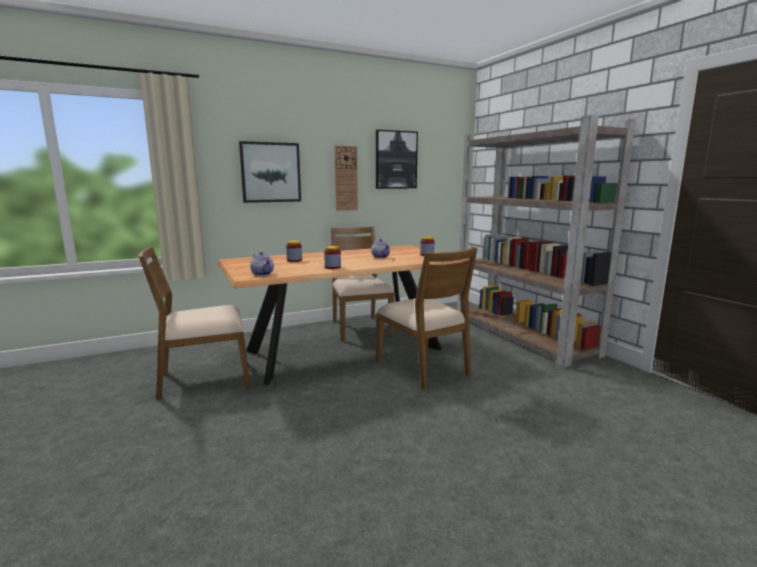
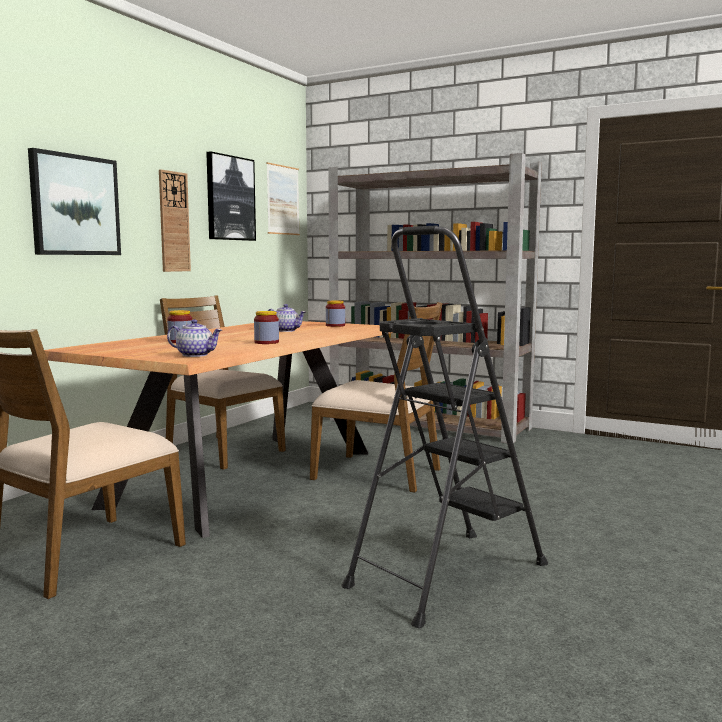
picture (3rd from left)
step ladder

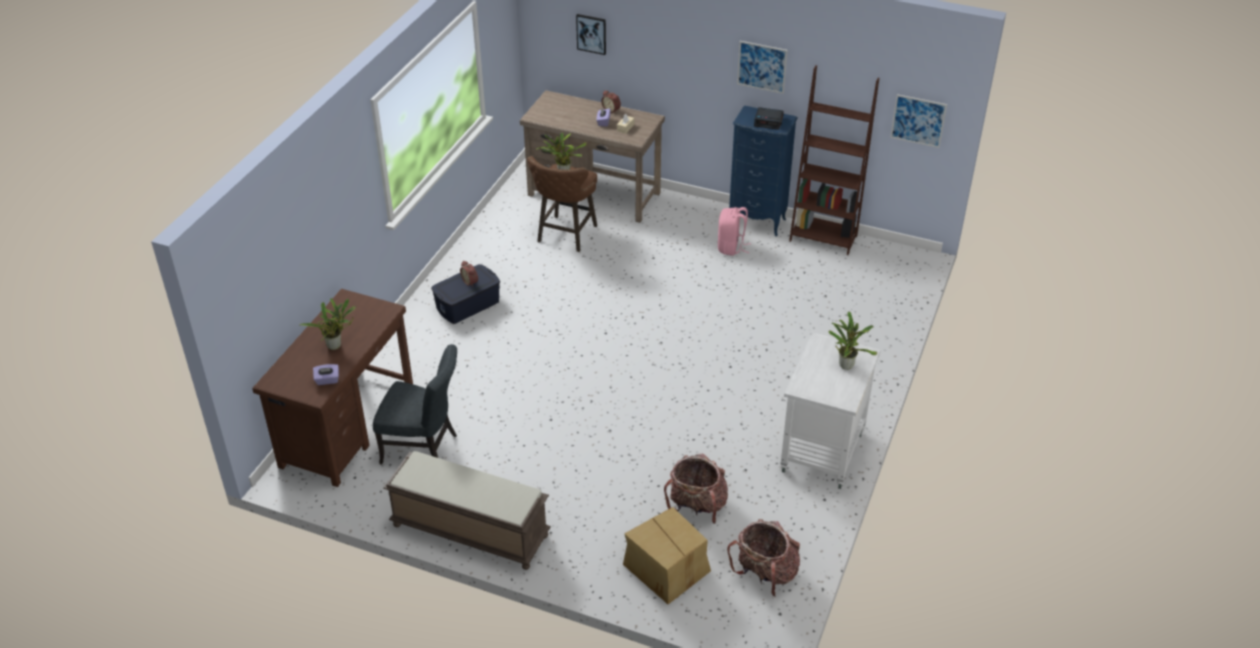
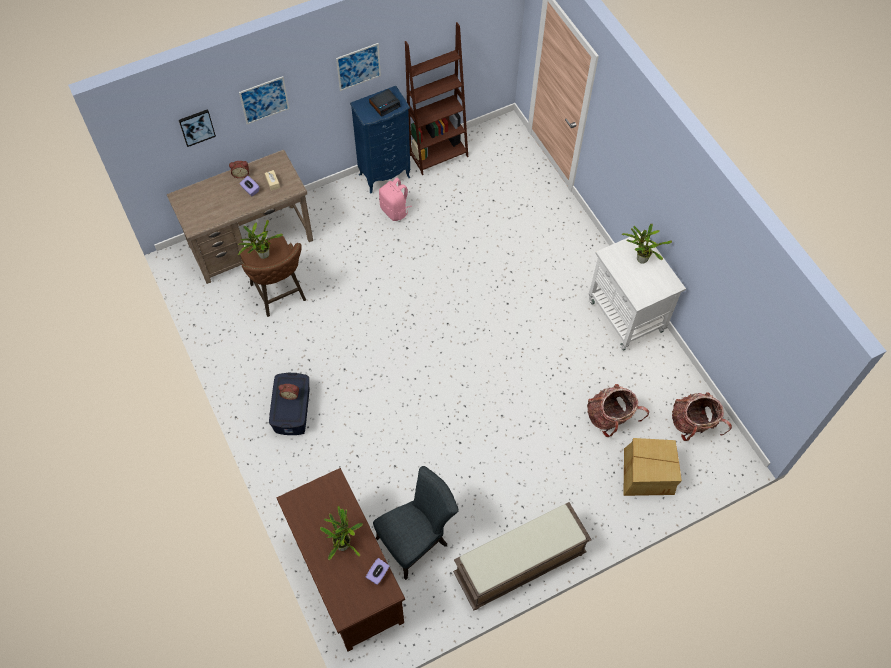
picture (2nd from left)

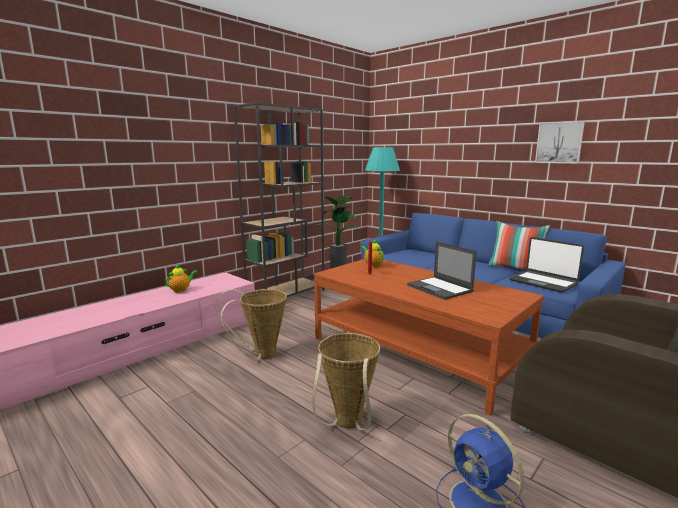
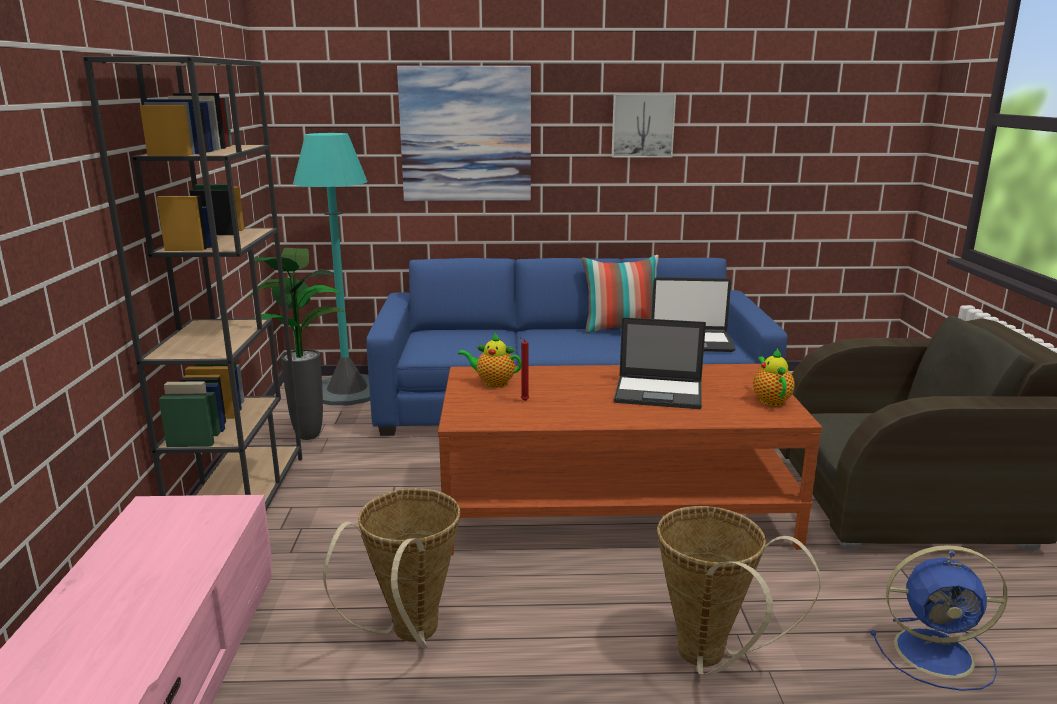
teapot (2nd from left)
picture (1st from left)

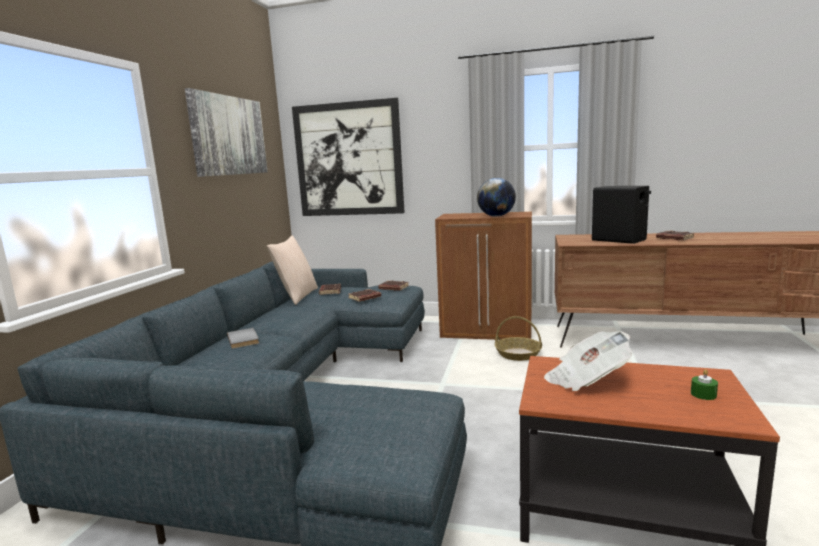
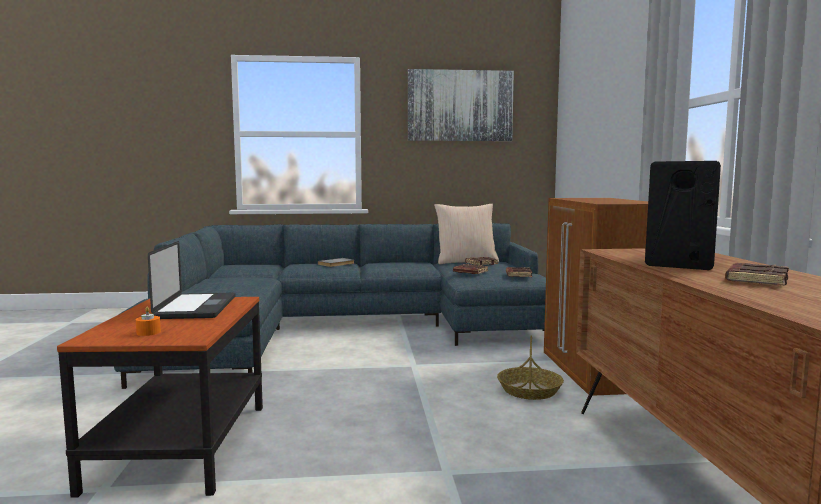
picture (2nd from left in the first image)
globe
laptop
orange candle

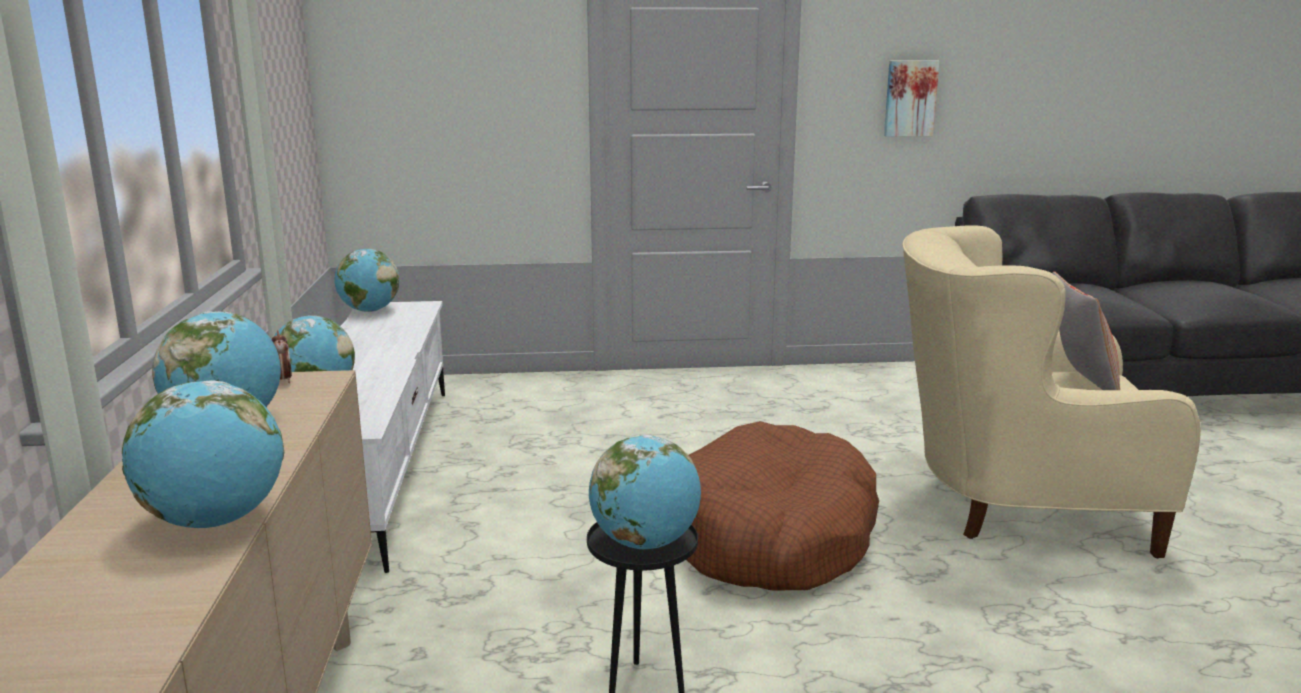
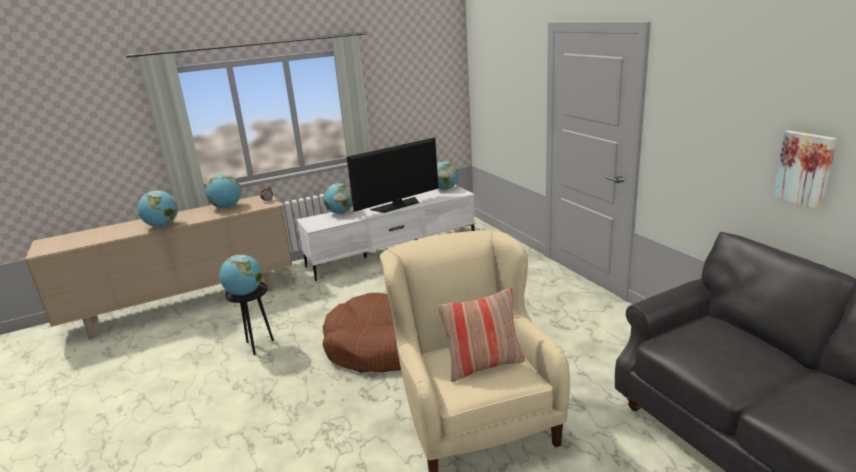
picture
television

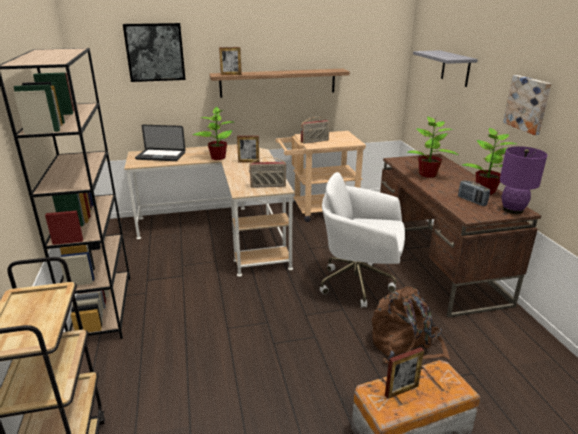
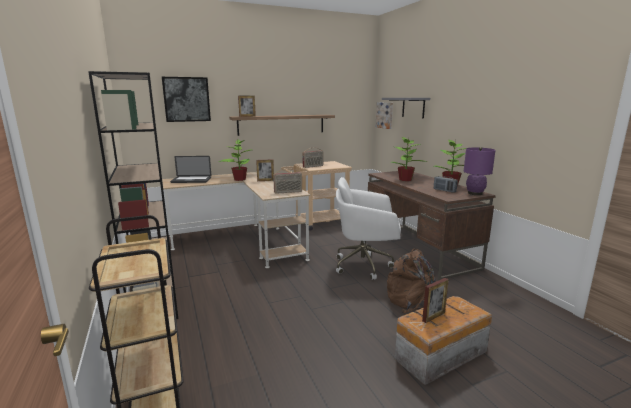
picture (2nd from left)

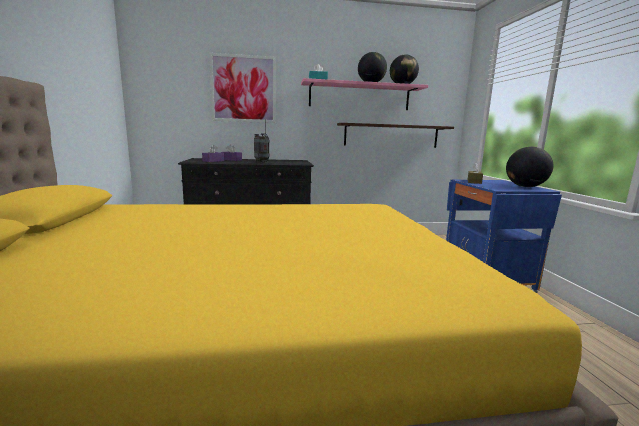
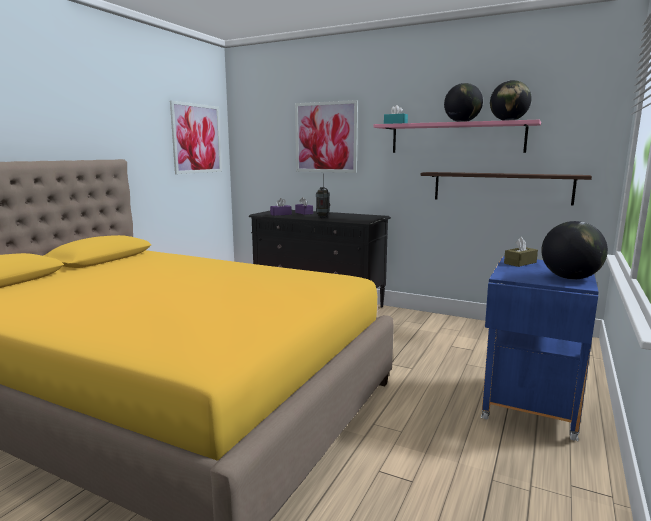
picture (1st from left)

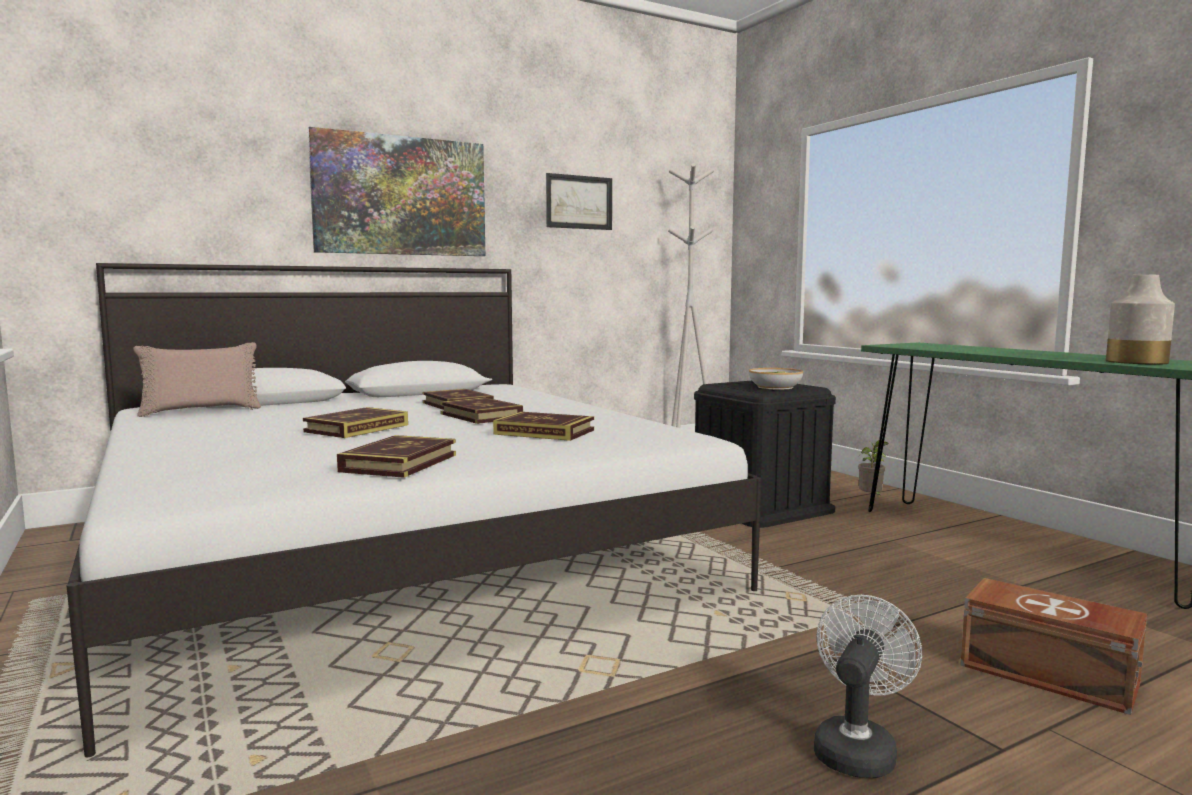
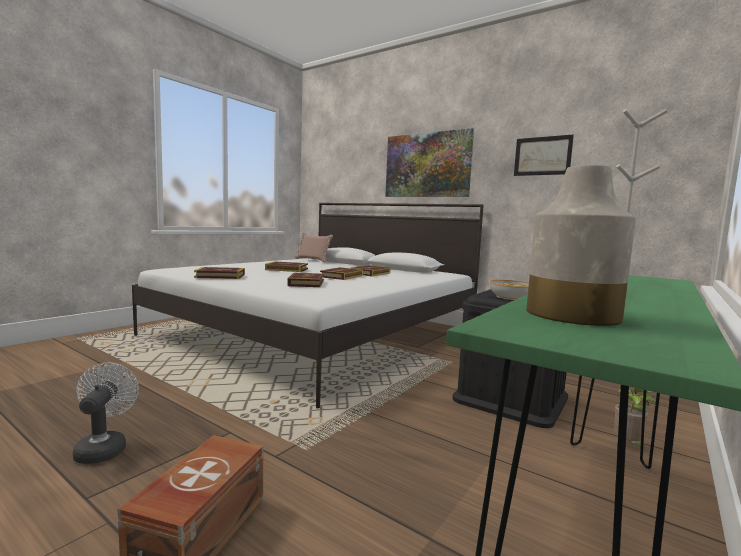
white fan

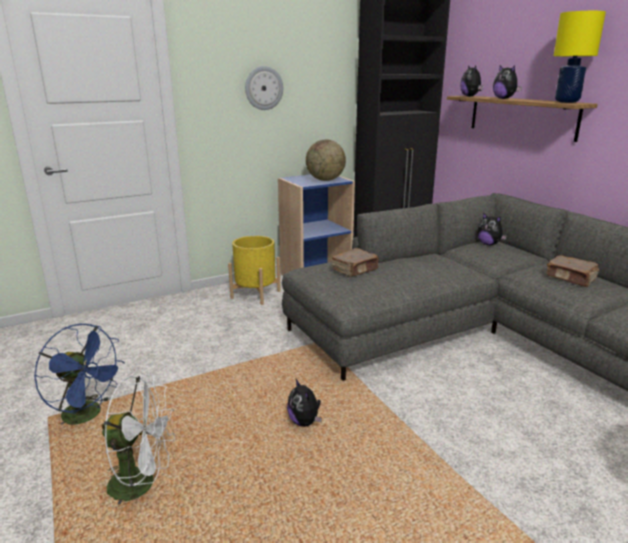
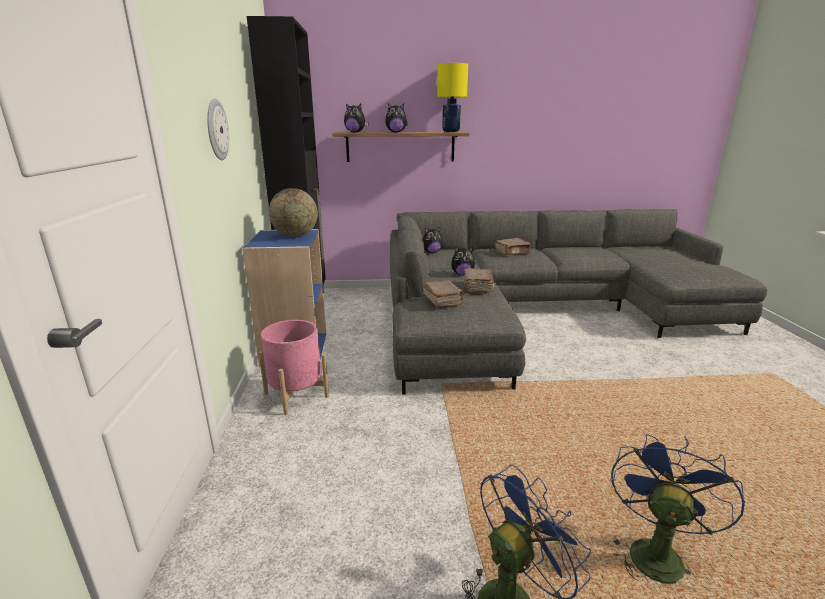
blue fan (2nd from left)
pink planter
plush toy (4th from left)
brown book (2nd from left)

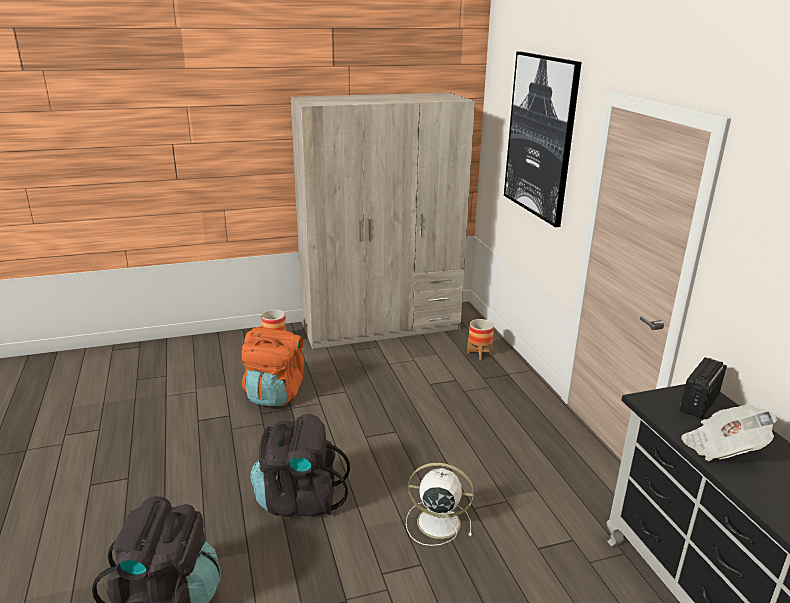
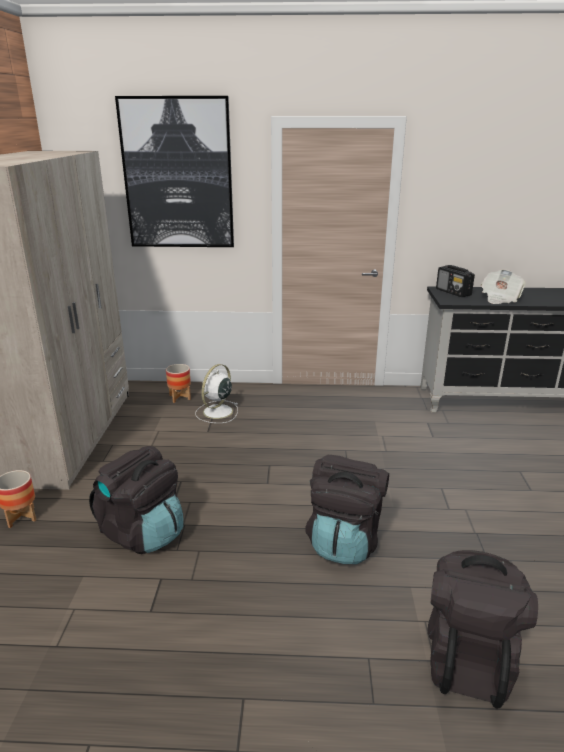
black backpack (1st from left)
white fan

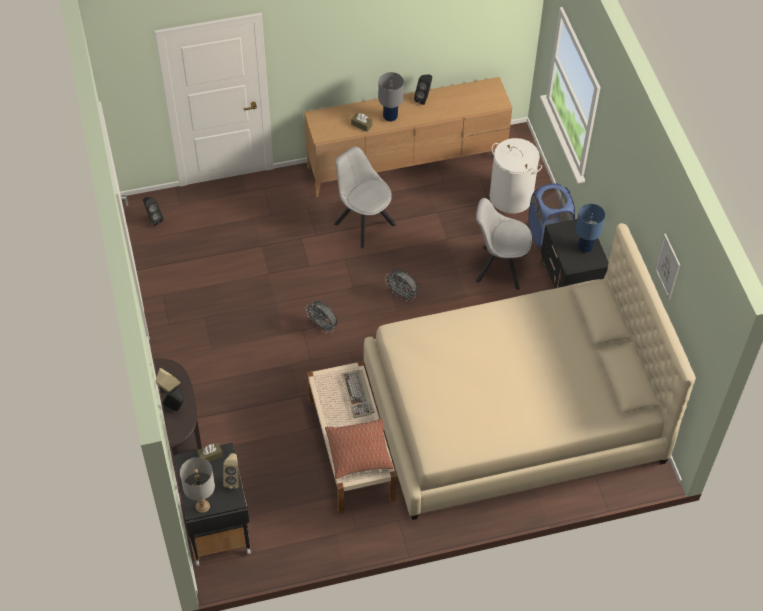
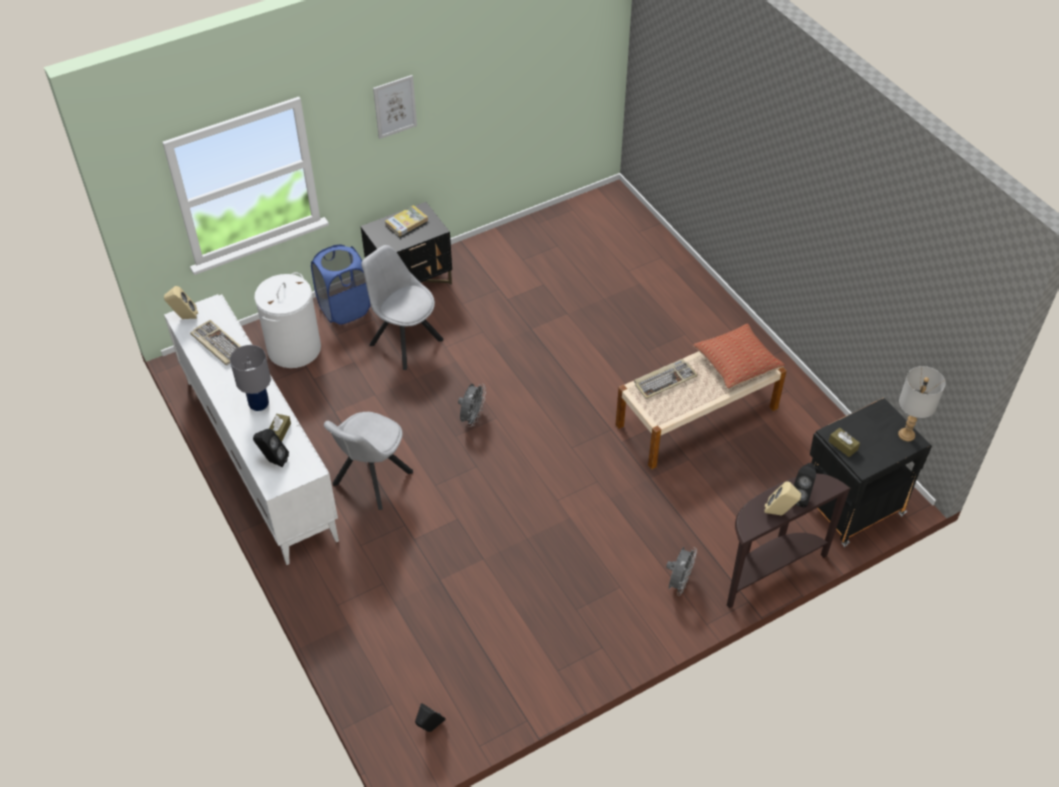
beige speaker (1st from left)
white cabinet
grey fan (2nd from left)
beige bed
black speaker (1st from left)
grey chair (2nd from left)
book
picture
keyboard (1st from left)

